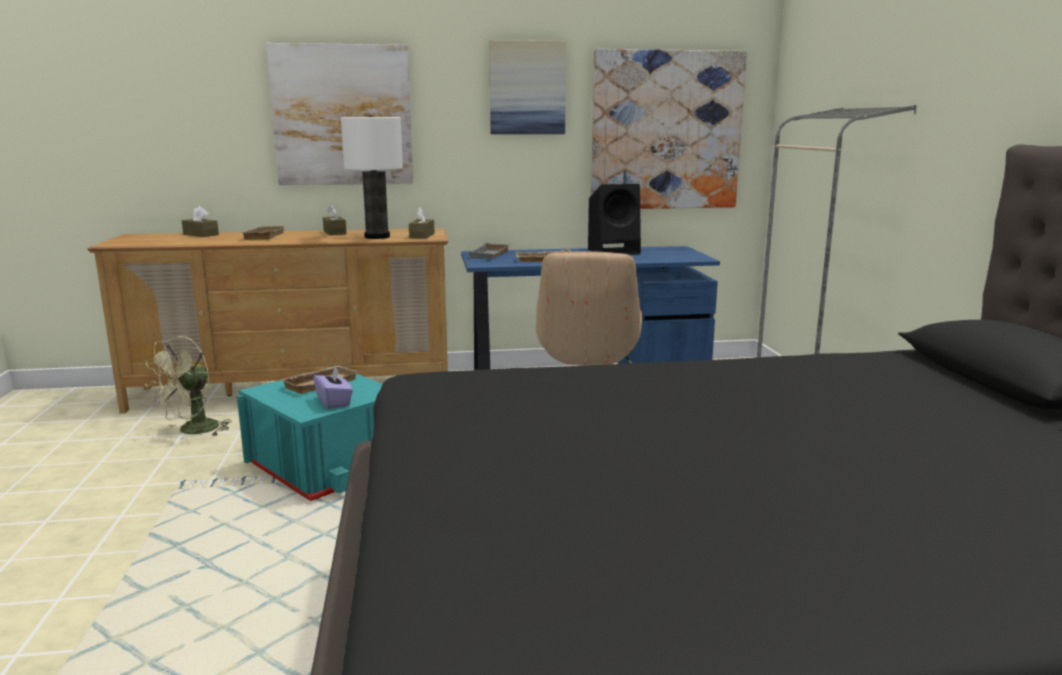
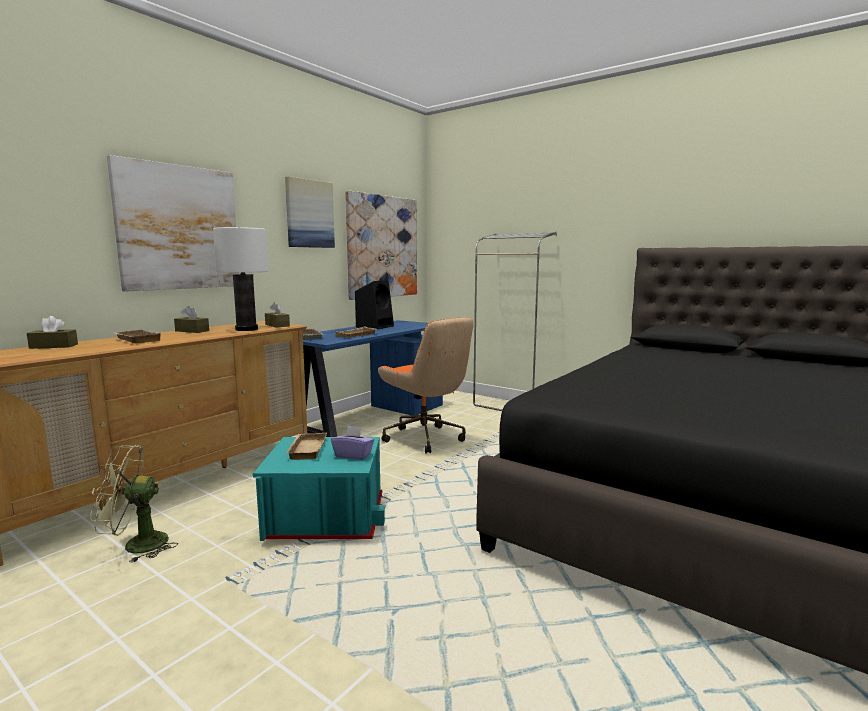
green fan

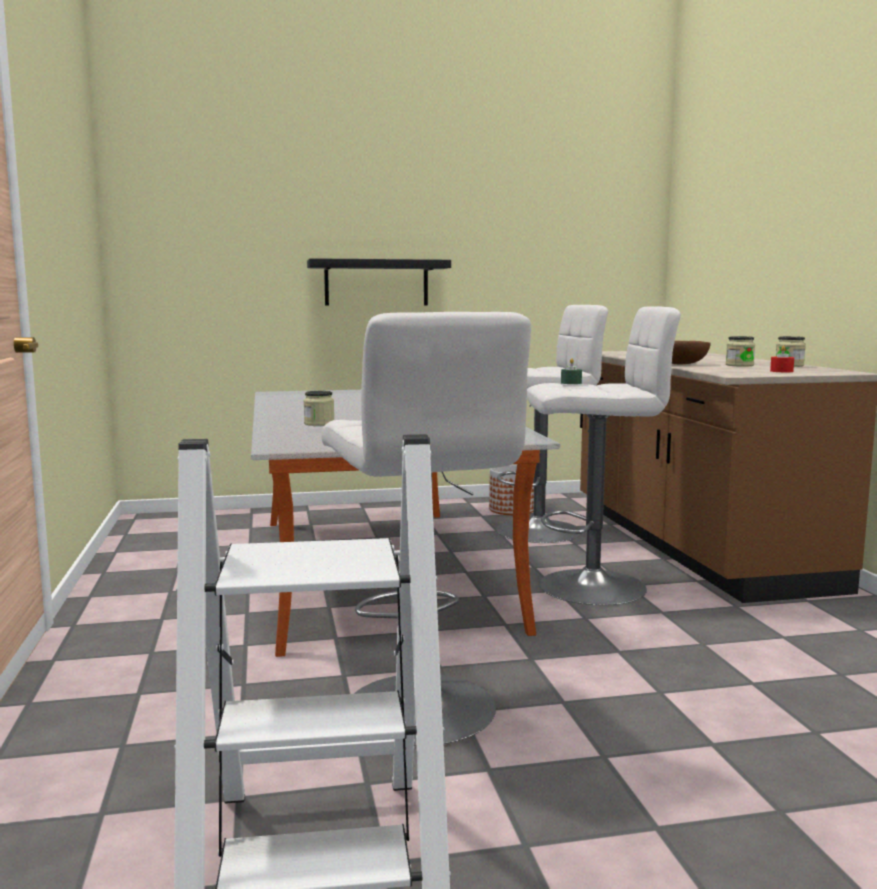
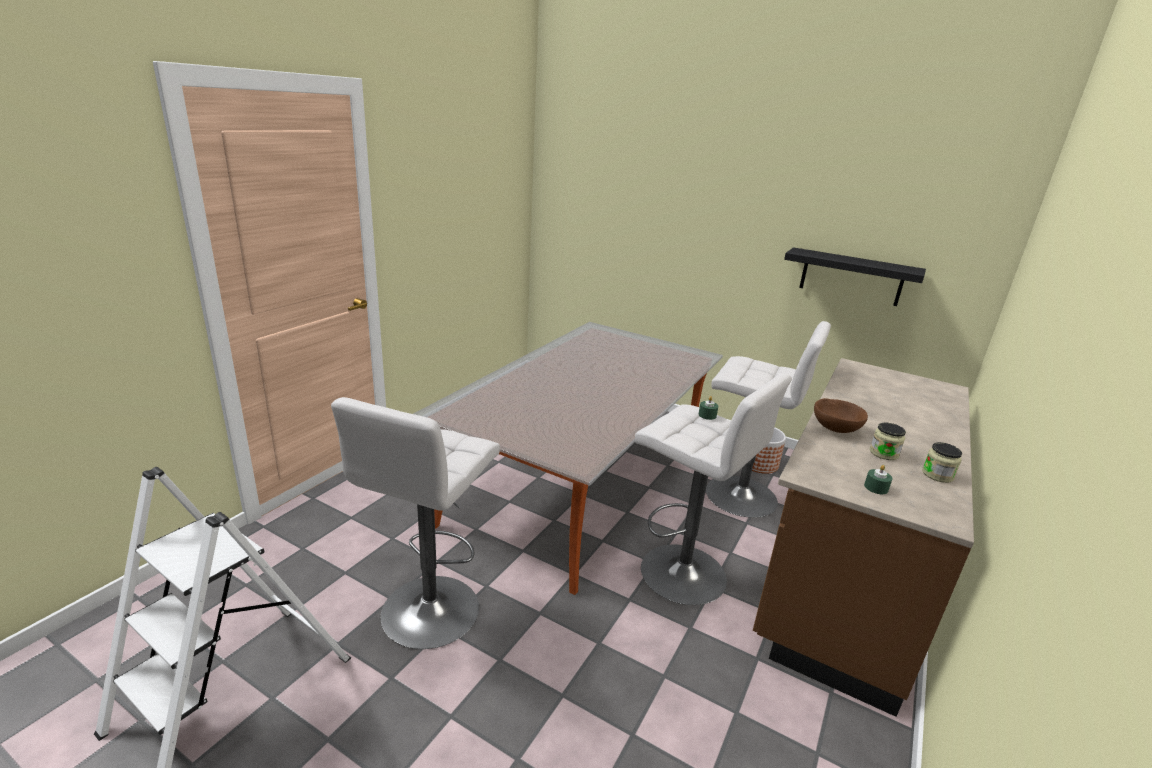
jar (1st from left in the first image)
black shelf
green candle (2nd from left)

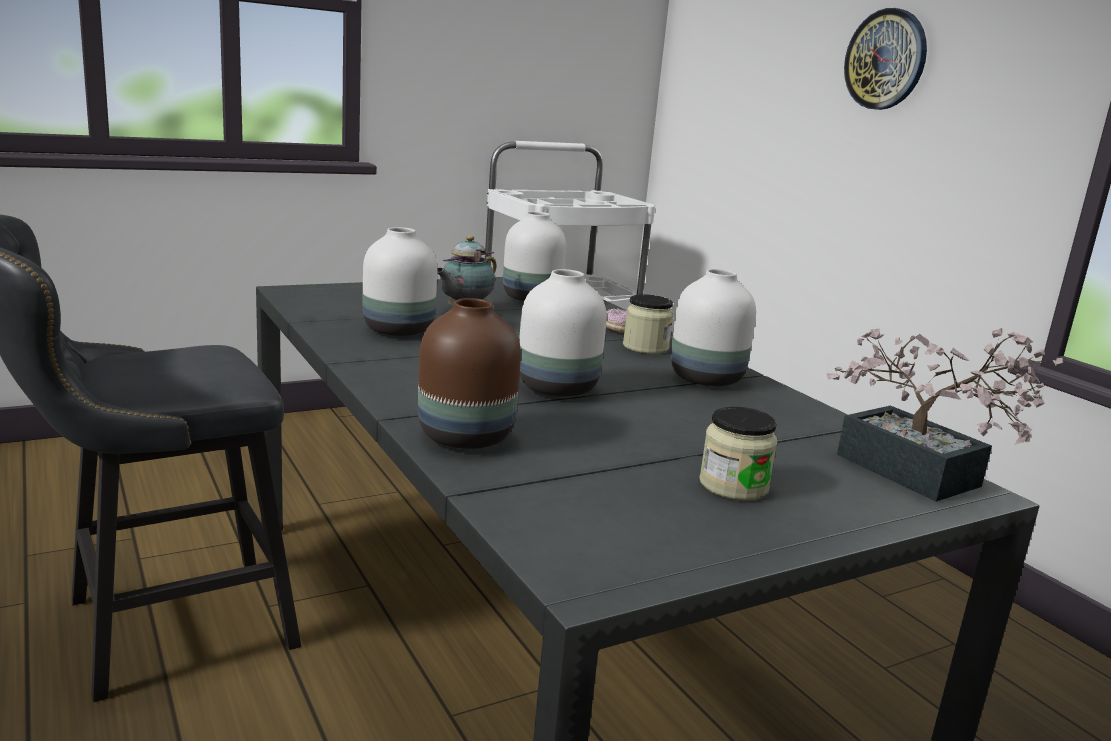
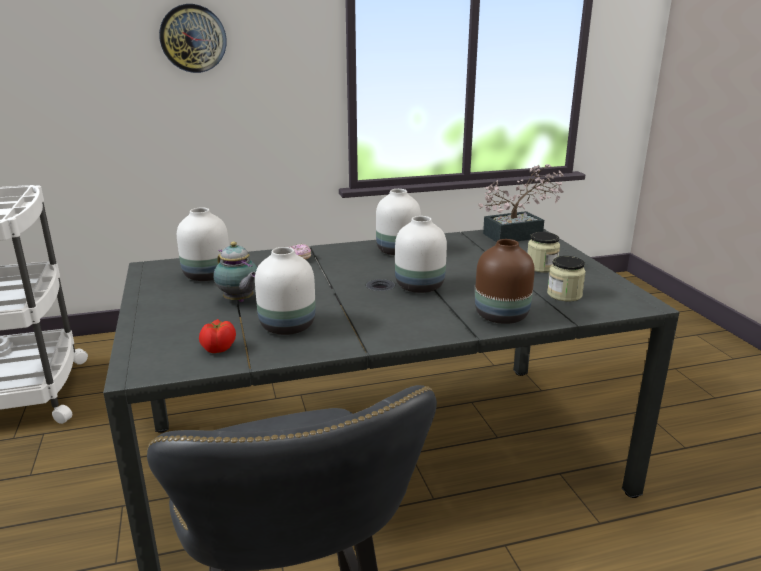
jar (2nd from left)
tomato

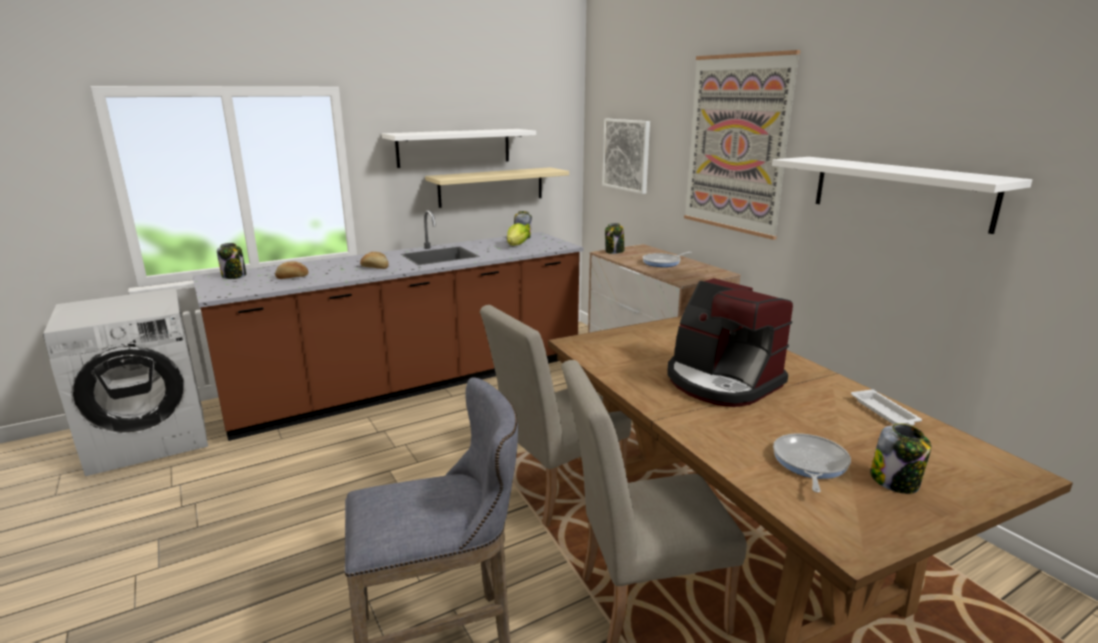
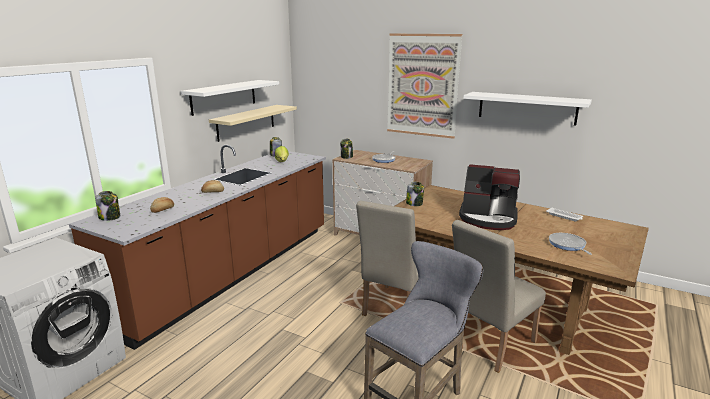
picture (1st from left in the first image)
jar (4th from left)

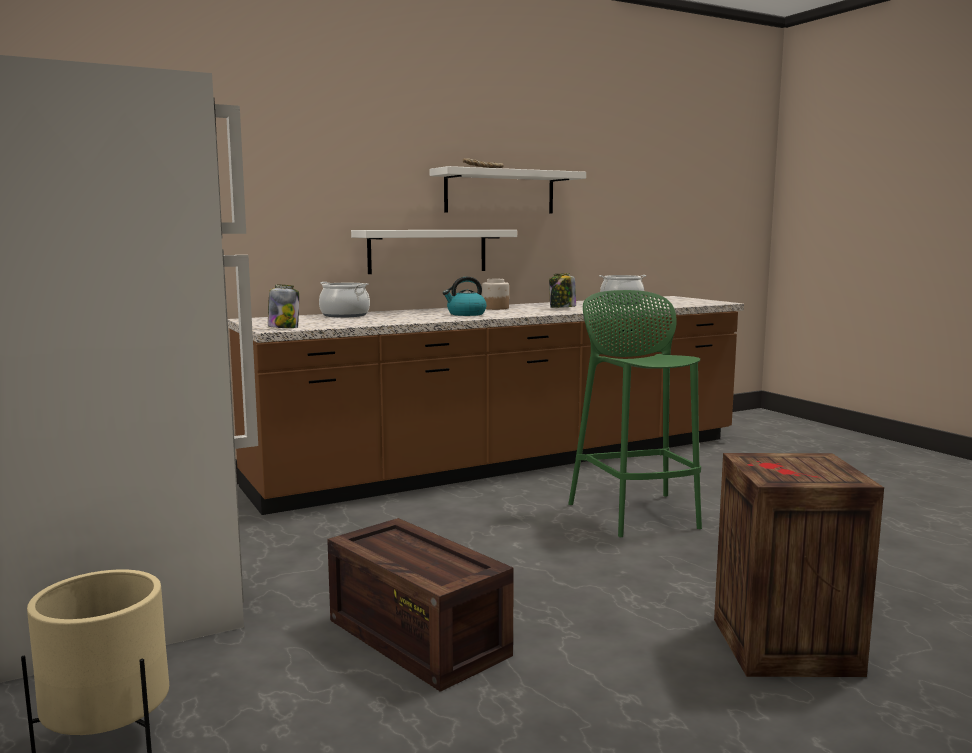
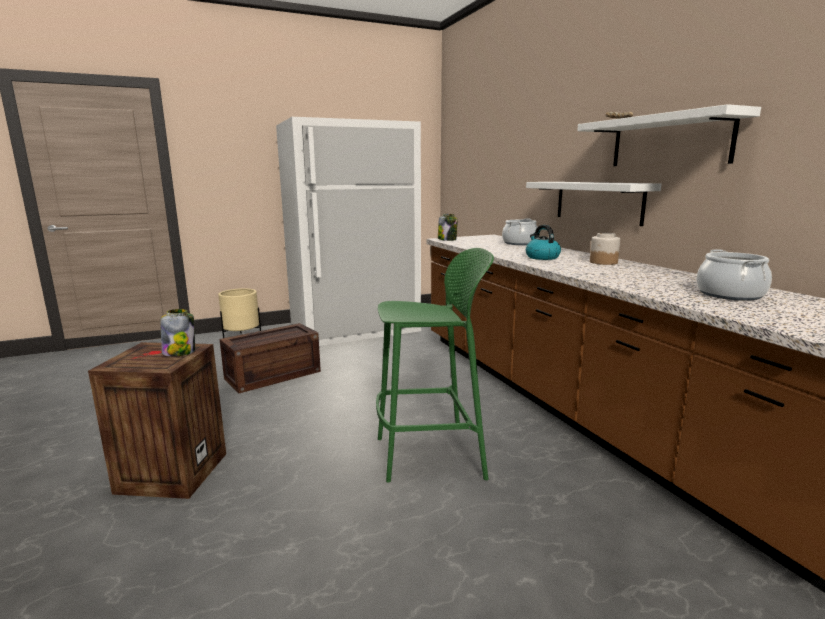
jar (1st from left)

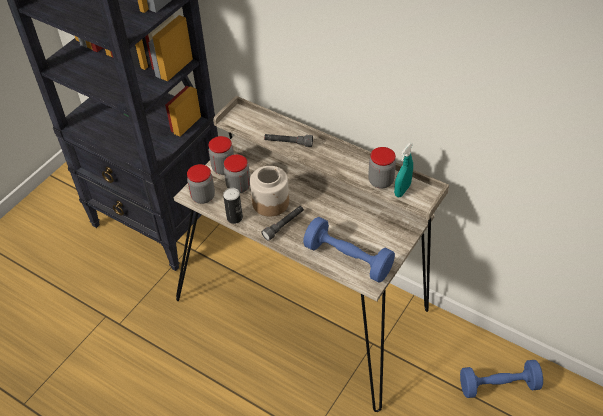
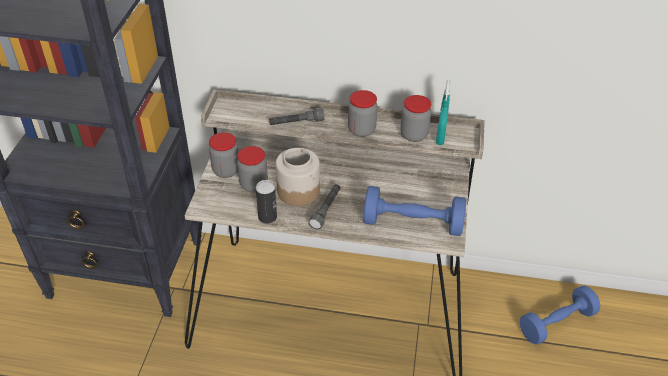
jar (4th from left)

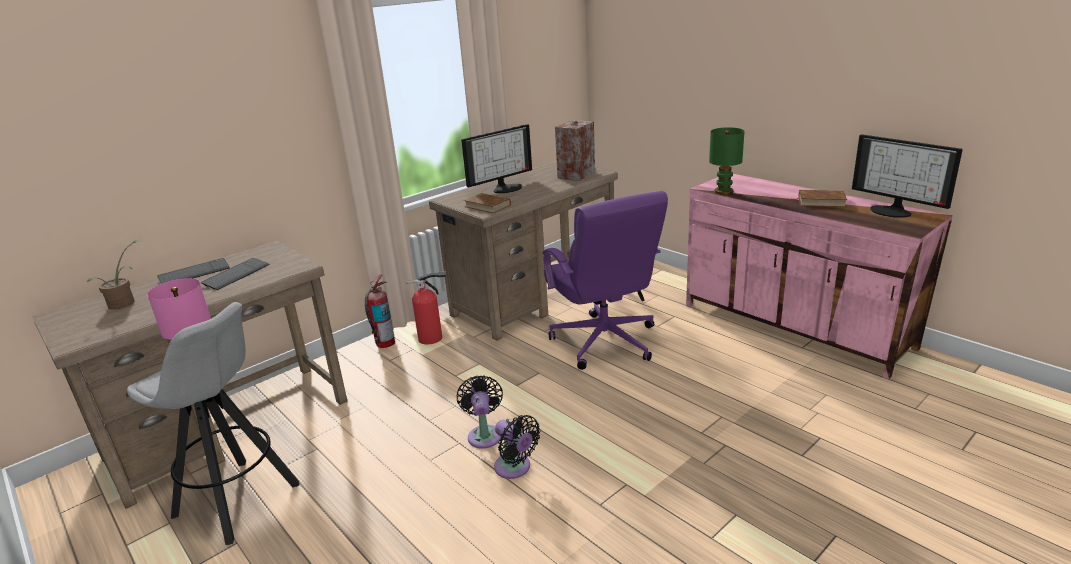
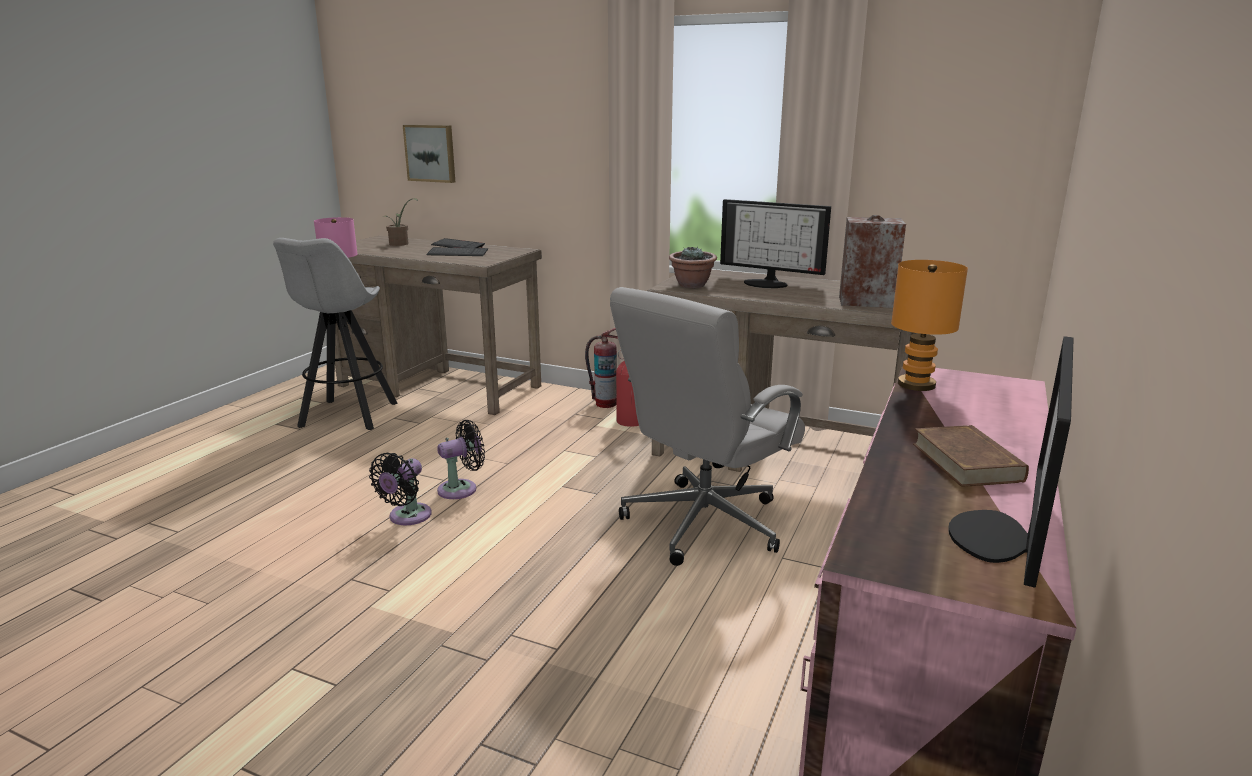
potted plant (2nd from left)
grey office chair
orange table lamp
picture

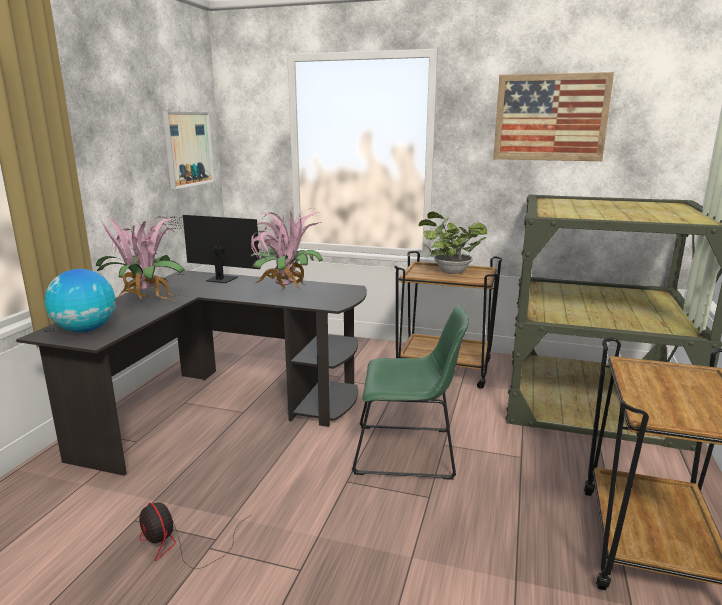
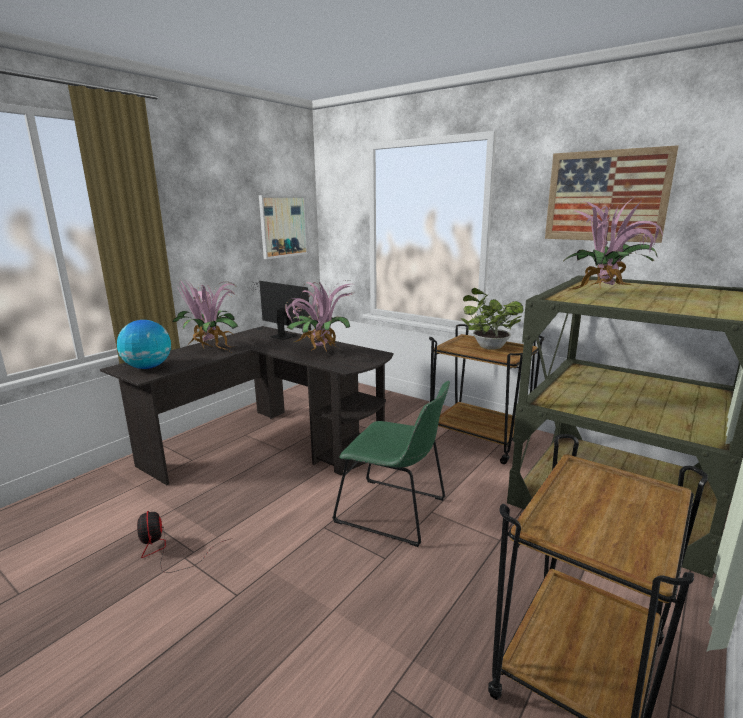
potted plant (4th from left)

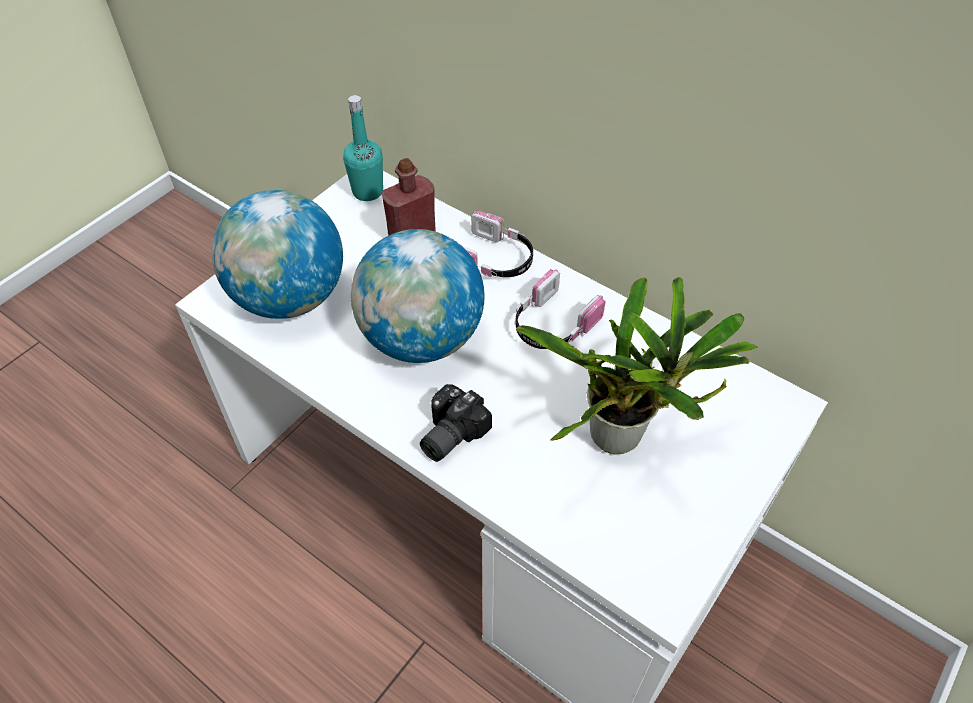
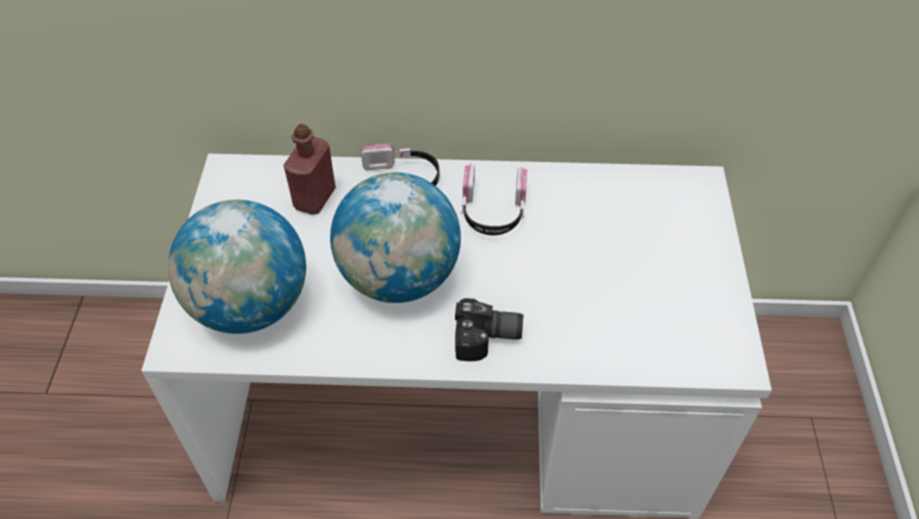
turquoise bottle
photo camera
potted plant

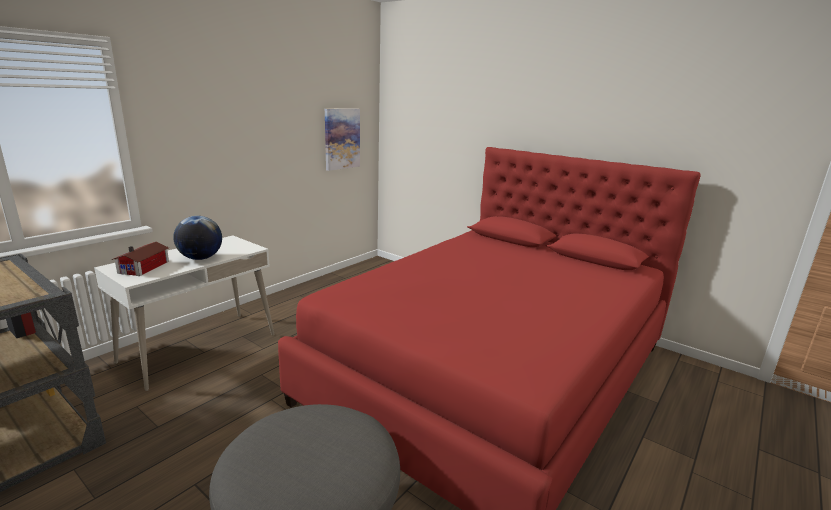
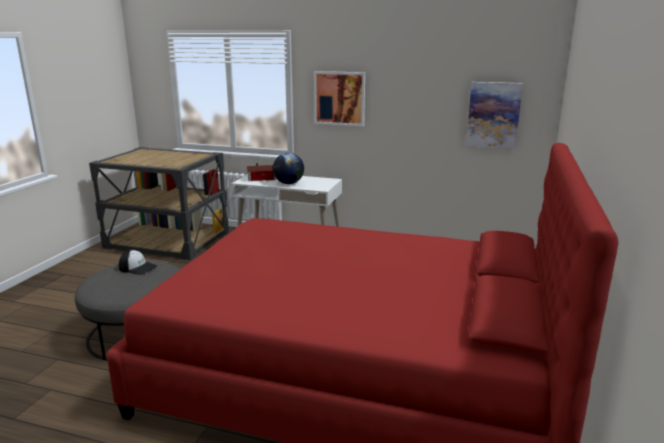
cap
picture (1st from left)

